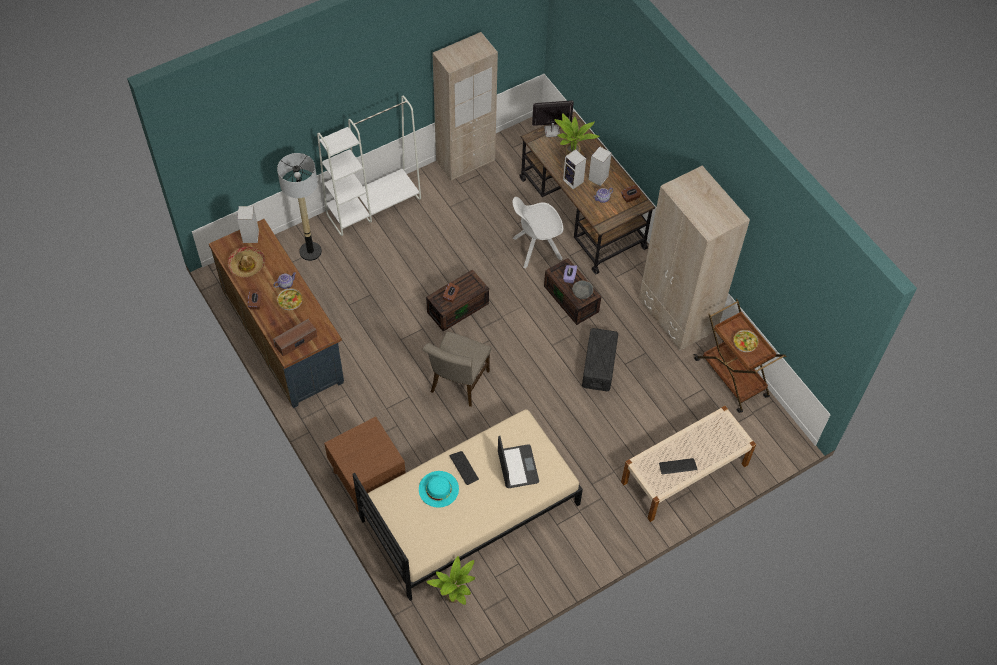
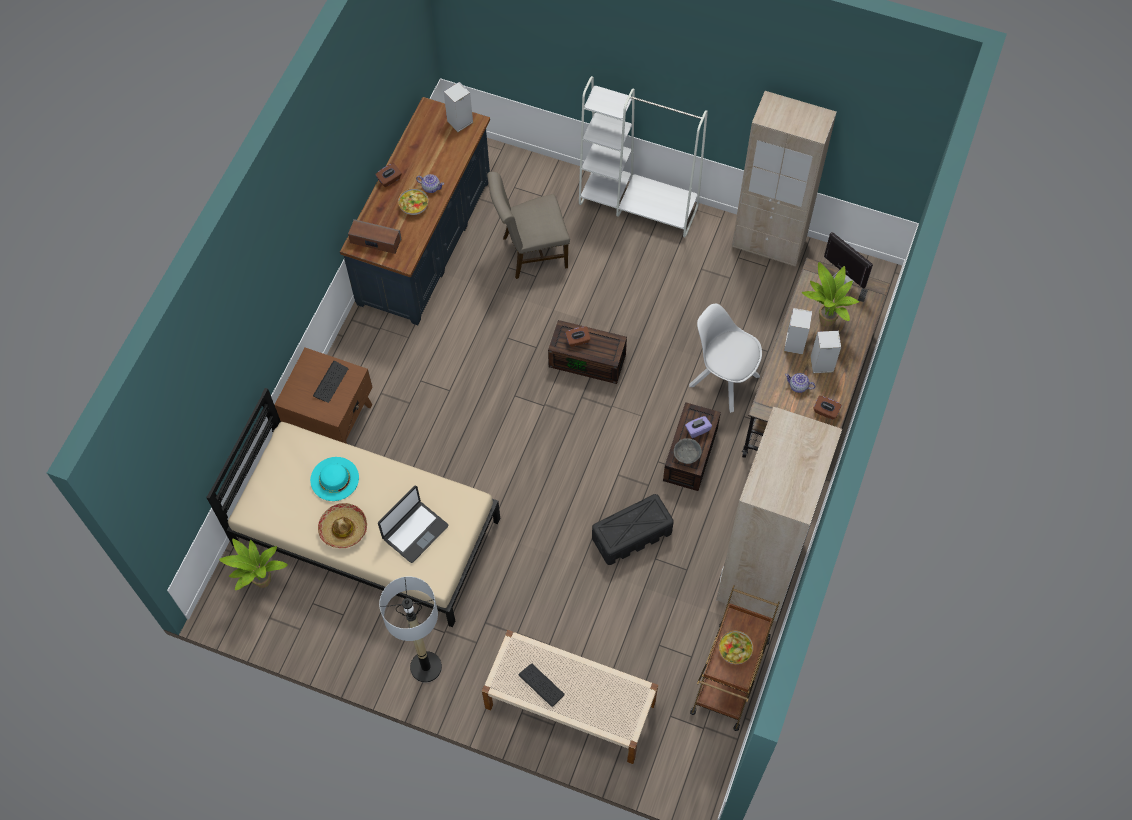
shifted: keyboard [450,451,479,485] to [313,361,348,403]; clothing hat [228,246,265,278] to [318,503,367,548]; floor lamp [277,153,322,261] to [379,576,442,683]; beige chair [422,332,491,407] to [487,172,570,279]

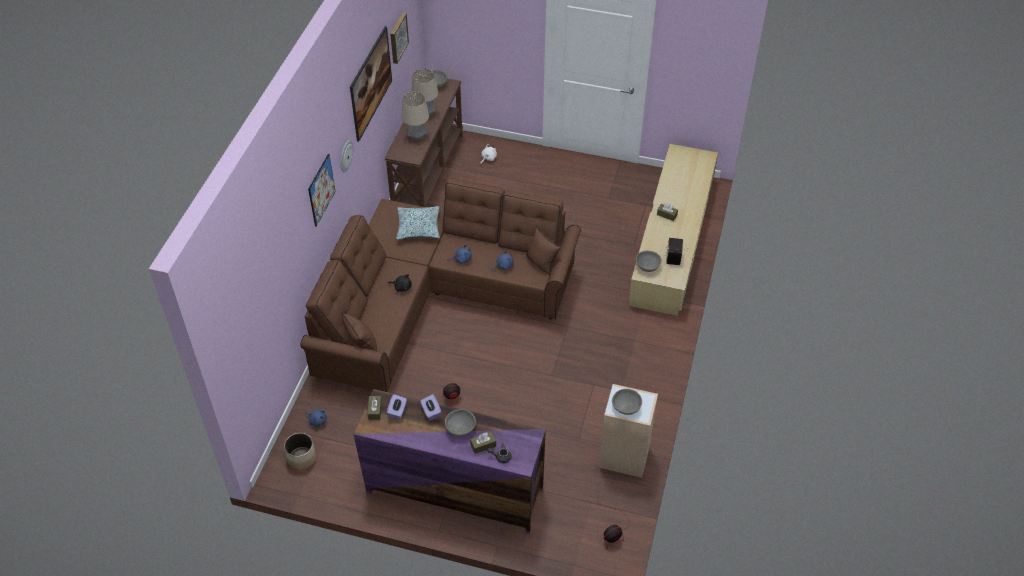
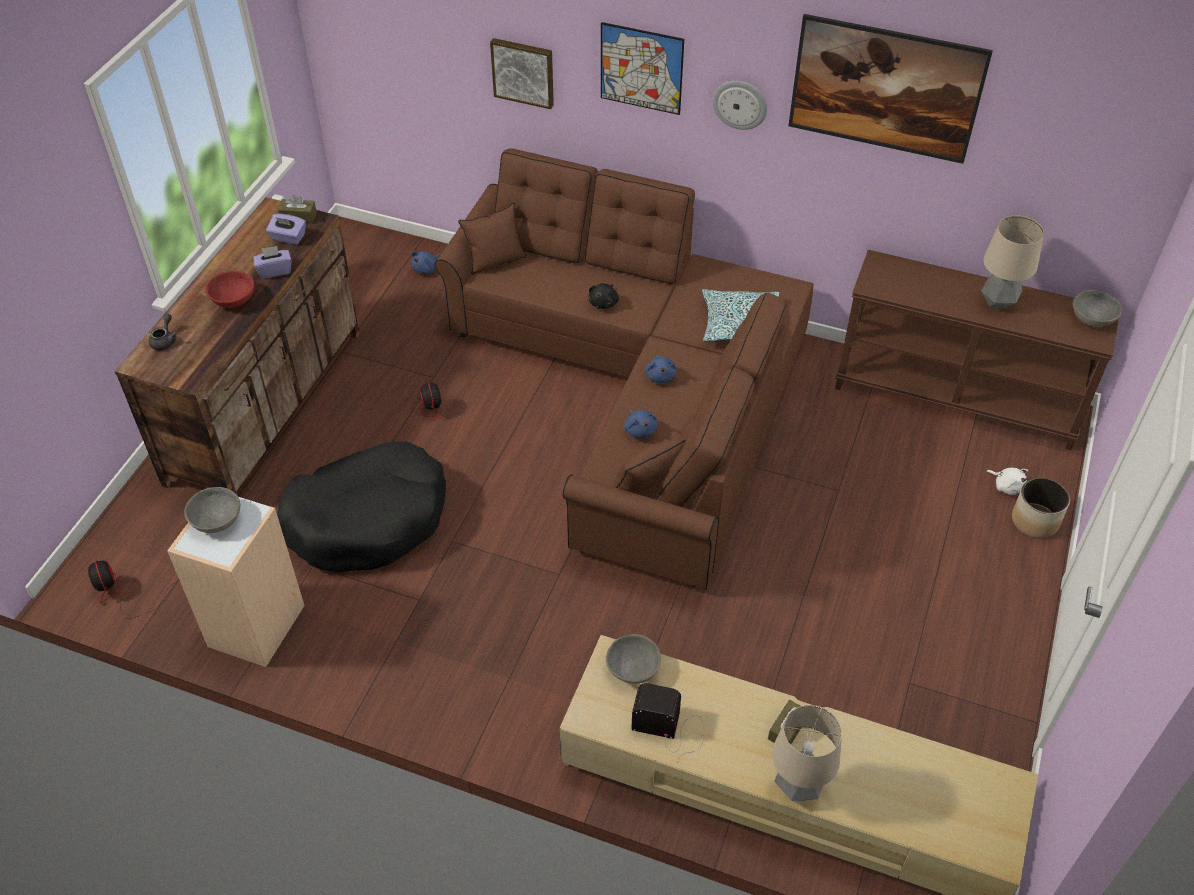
gone: brown tissue box [470,432,496,454]
new: black dog bed [277,441,446,572]
shifted: picture [390,13,409,64] to [490,38,554,109]; tabletop lamp [402,92,429,141] to [772,705,842,801]; planter [284,433,316,470] to [1012,477,1070,538]
repainted: purple-coloured storage cabinet [353,389,546,534] to brown storage cabinet [114,197,359,494]; grey bowl [445,409,476,436] to red bowl [206,271,255,308]

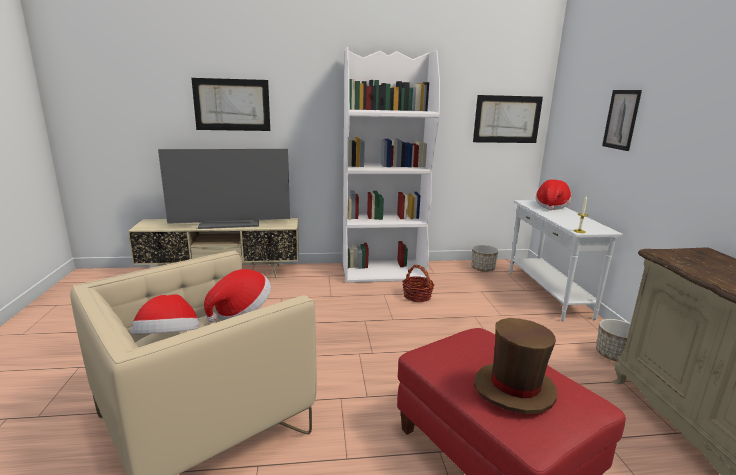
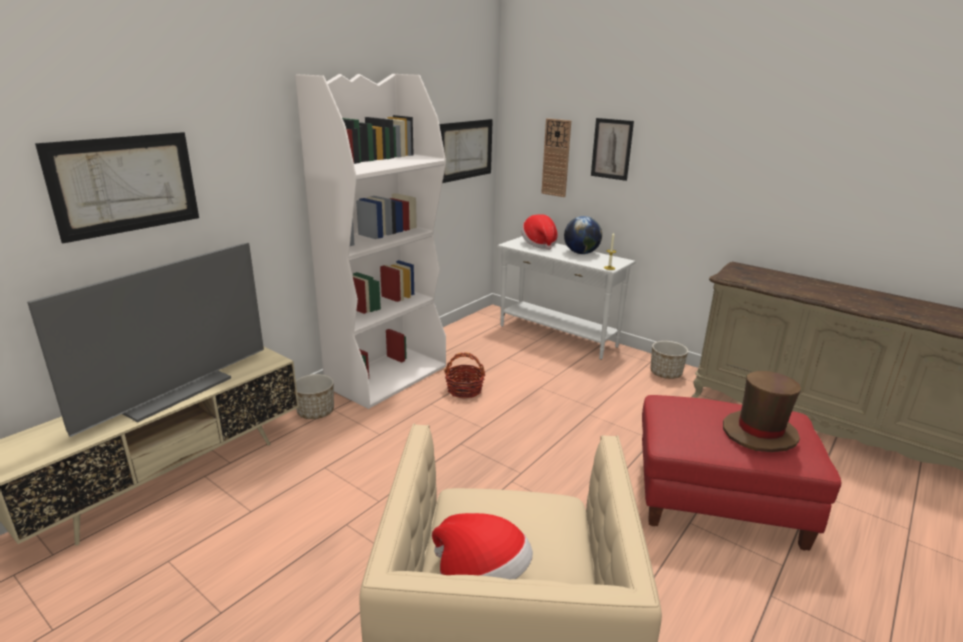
gone: clothing hat [204,269,271,323]
new: wall clock [541,118,571,197]; desk globe [564,216,602,254]
shifted: planter [472,245,498,272] to [296,374,334,419]

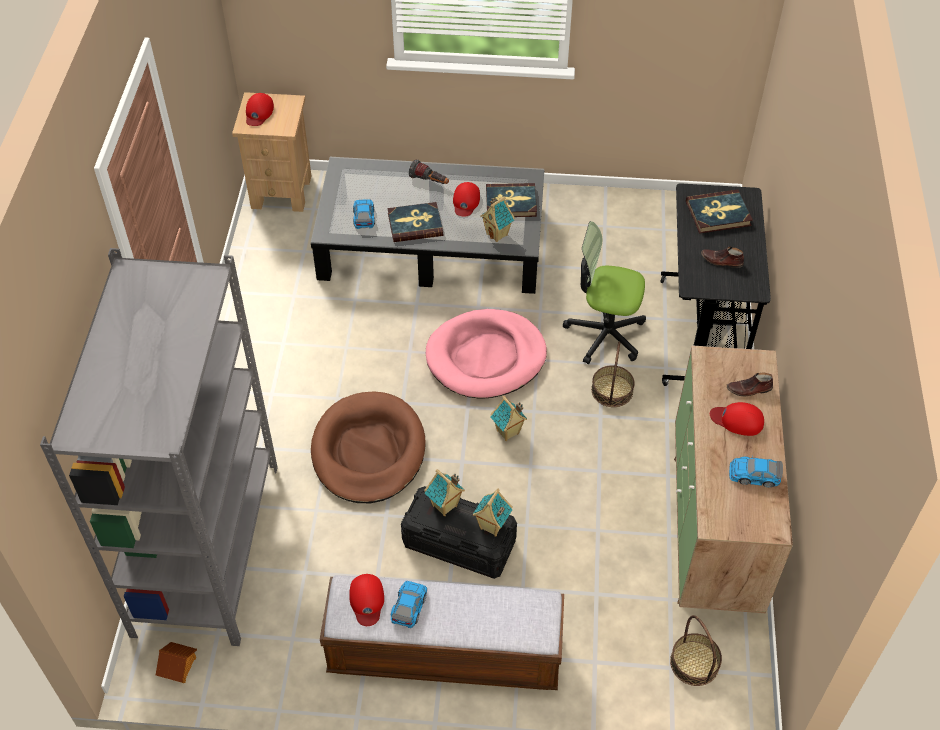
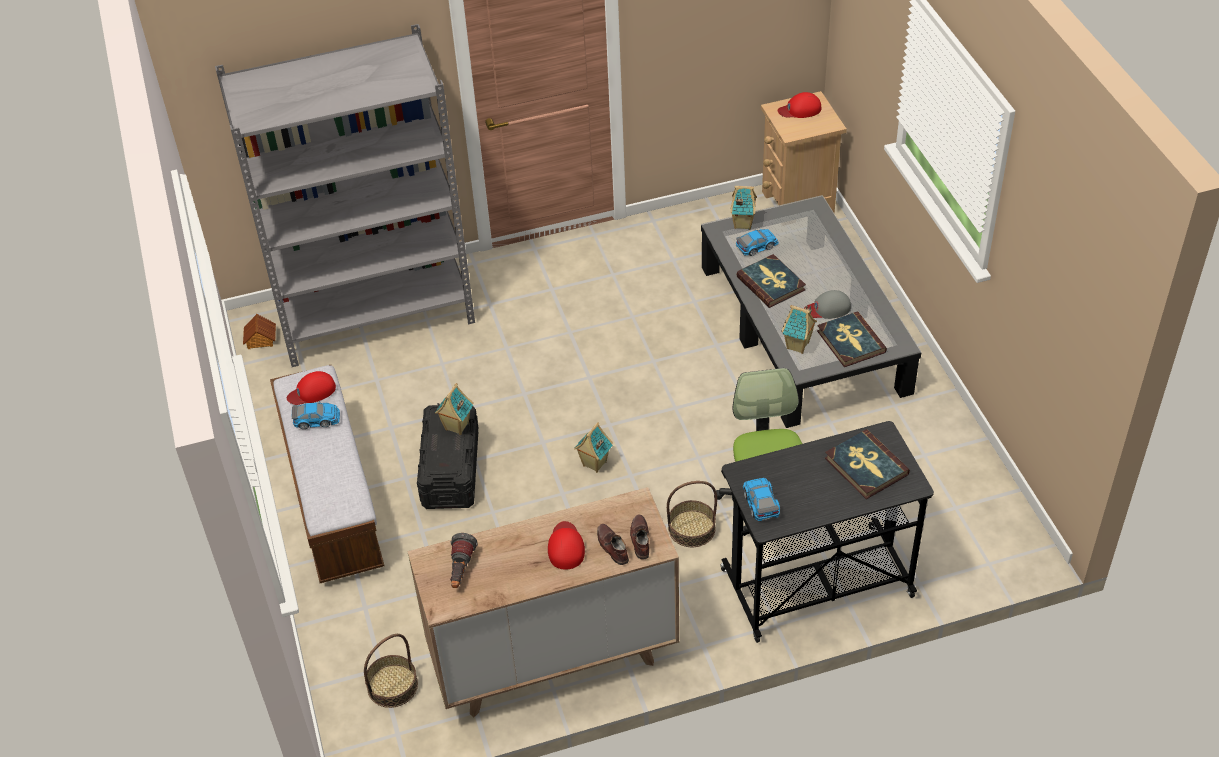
gone: brown dog bed [311,391,425,503]; pinkish dog bed [426,309,547,398]
shifted: torch [409,160,449,184] to [450,533,478,588]; brown shoe [701,247,744,268] to [630,514,649,560]; miniature house [473,488,513,537] to [730,186,757,230]; model car [729,456,783,488] to [743,478,780,521]
repainted: red peaked cap [453,182,480,216] to grey peaked cap [805,290,851,319]

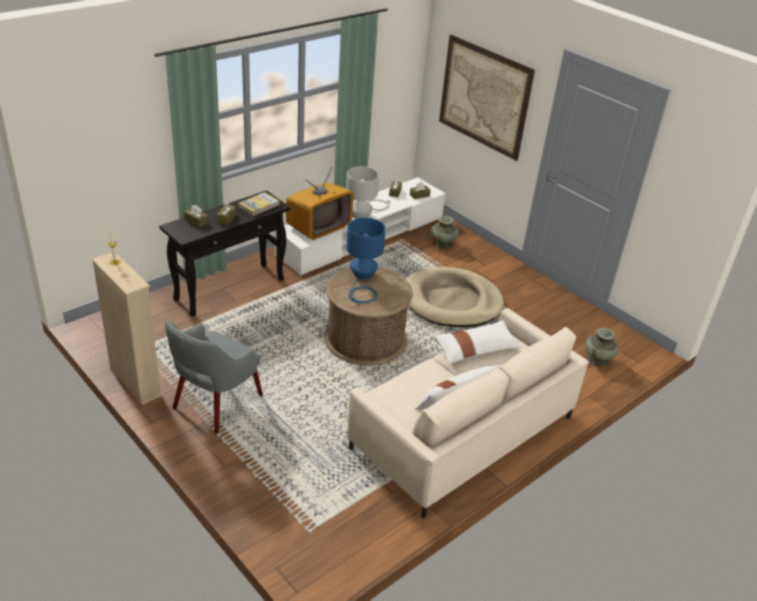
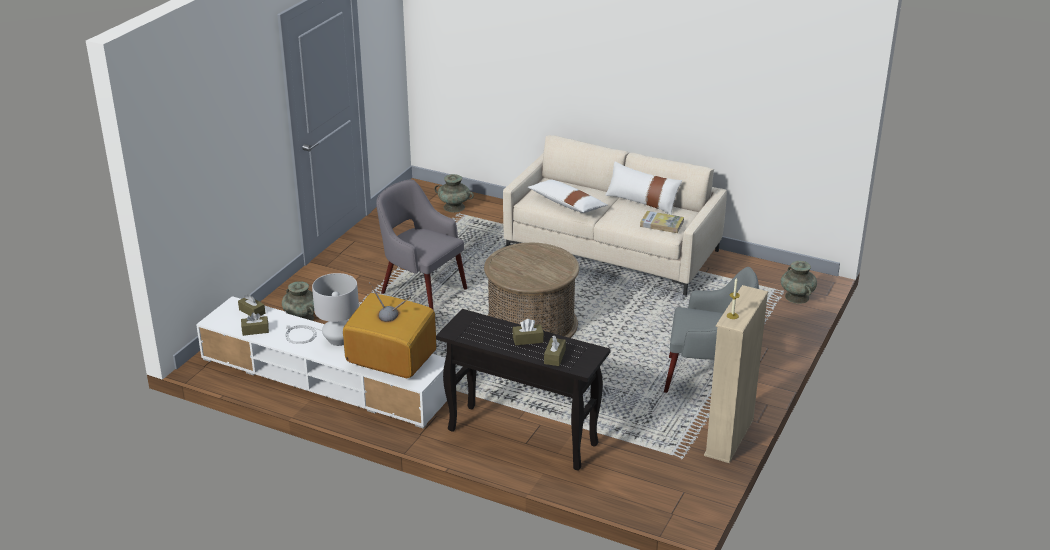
gone: blue tabletop lamp [346,218,386,304]; picture [439,35,535,161]
new: turquoise-coloured vase [781,261,817,304]
shifted: bound book [238,192,280,216] to [640,211,684,233]
swapped: beige dog bed [406,267,504,327] to grey lounge chair [376,179,467,310]

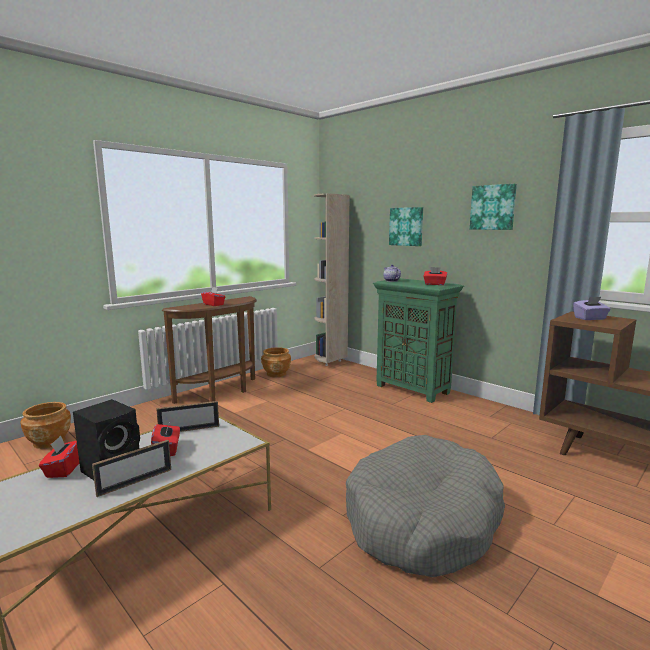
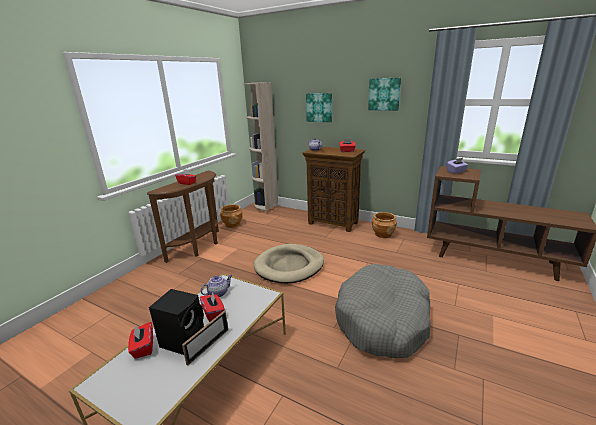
new: beige dog bed [254,244,324,283]
shifted: brown planter [20,402,71,449] to [372,212,397,238]
swapped: standing frame [156,401,219,432] to tea pot [201,275,232,297]
repainted: greenish storage cabinet [373,278,464,403] to brown storage cabinet [302,147,365,232]

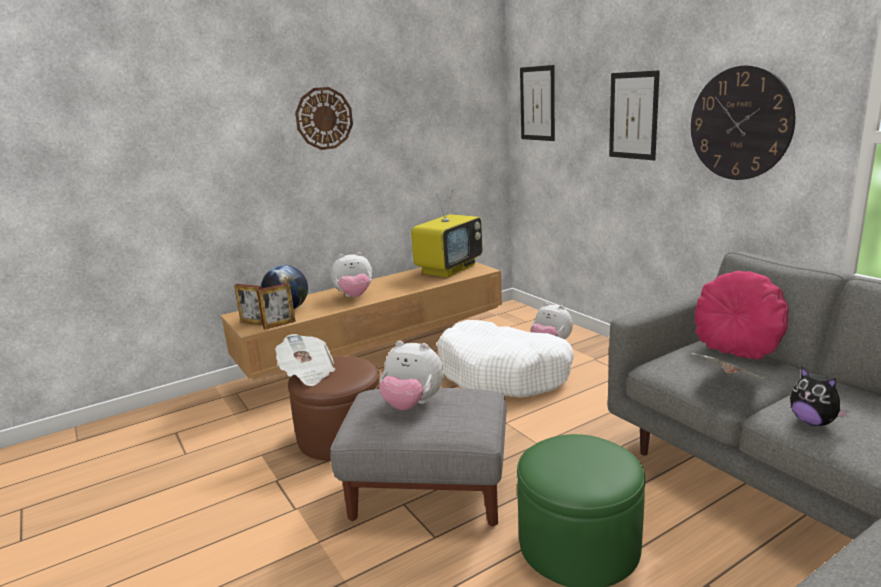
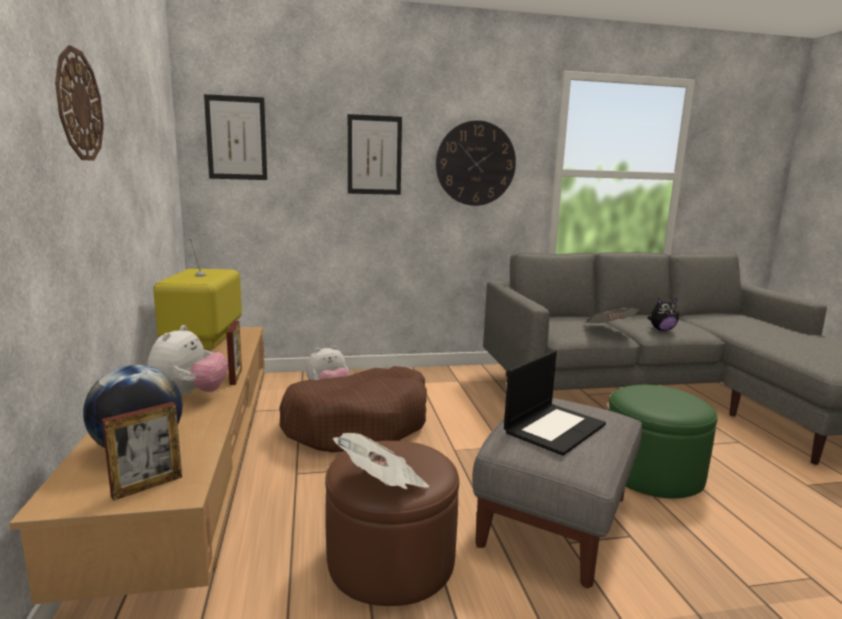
gone: pinkish cushion [695,271,788,359]
shifted: standing frame [257,283,296,329] to [226,321,242,385]
swapped: soft toy [379,341,444,410] to portable computer [504,350,606,456]
repainted: white dog bed [437,320,574,398] to brown dog bed [279,366,427,452]
rotated: television [411,189,482,277] = [153,233,242,350] 150 degrees counterclockwise

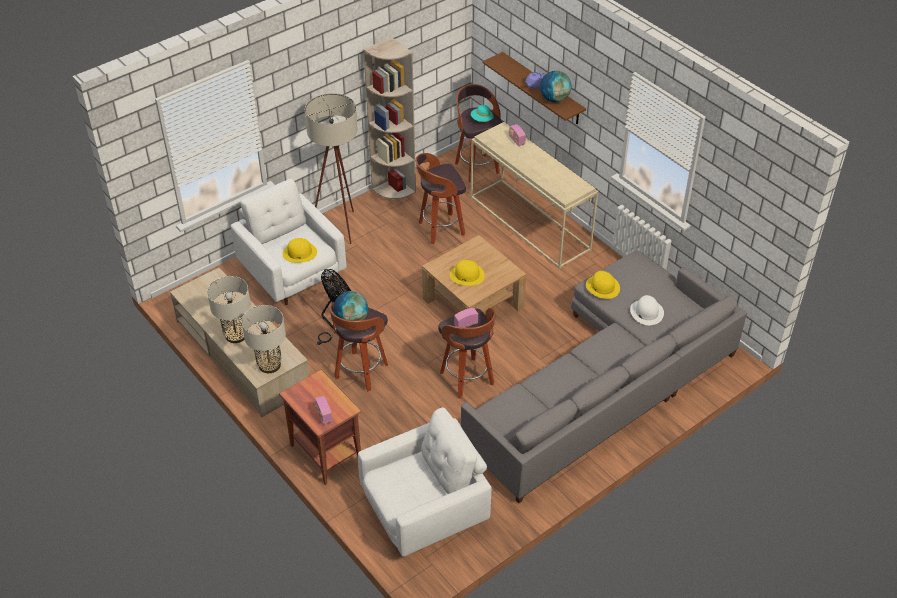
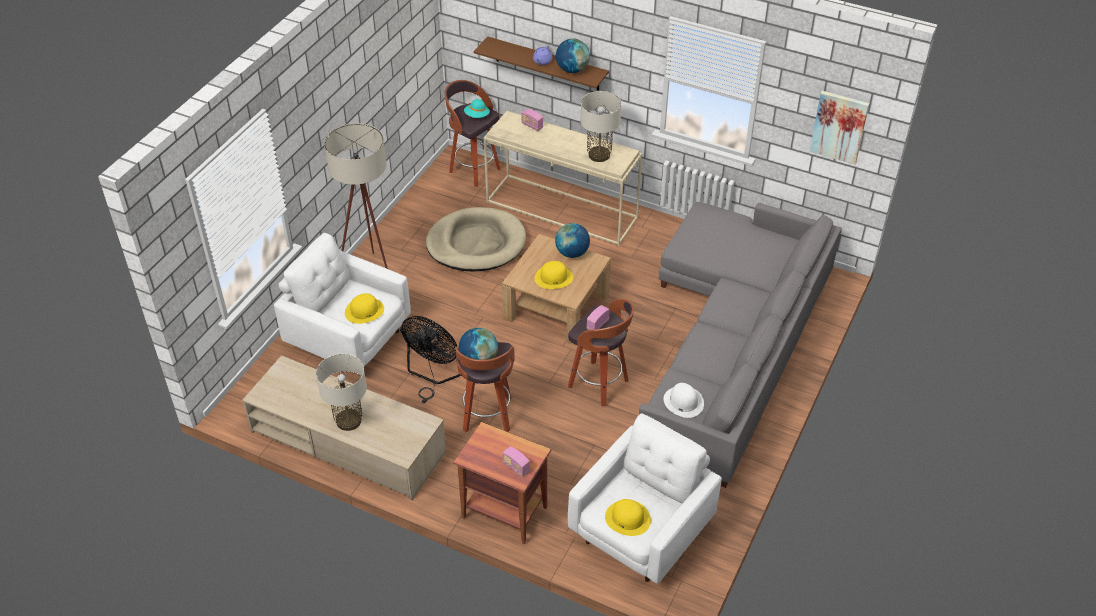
gone: beige shelving unit [363,37,416,200]
new: desk globe [555,223,590,258]; picture [810,91,869,165]
shifted: tabletop lamp [242,305,286,373] to [580,91,622,162]; yellow clothing hat [586,271,620,299] to [605,499,651,536]; white clothing hat [630,295,664,325] to [664,383,704,418]
swapped: stool seat [415,153,466,244] to beige dog bed [426,207,526,271]

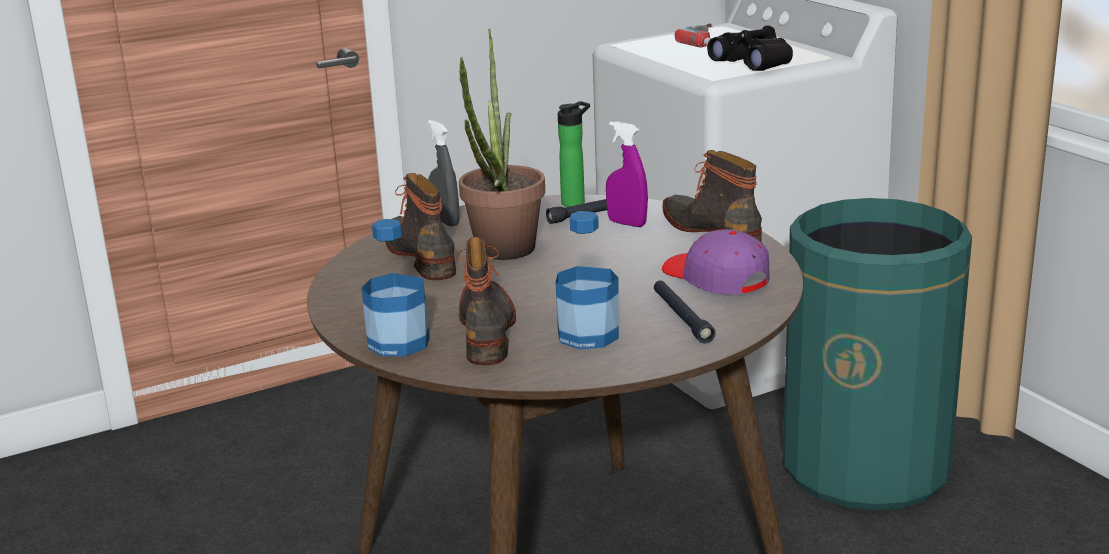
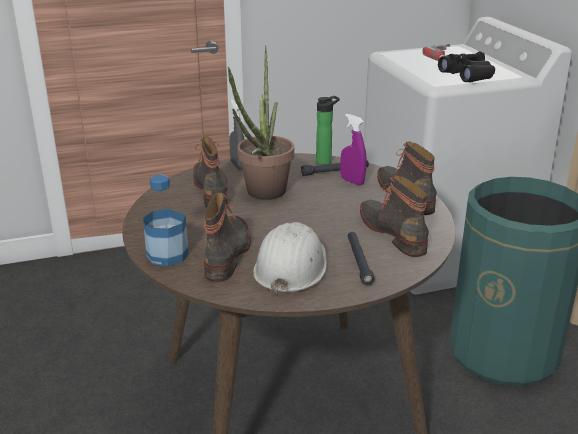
swapped: bottle [556,211,619,349] to white work helmet [253,222,327,295]; purple-coloured peaked cap [662,229,770,294] to high-top boot [360,175,429,257]

